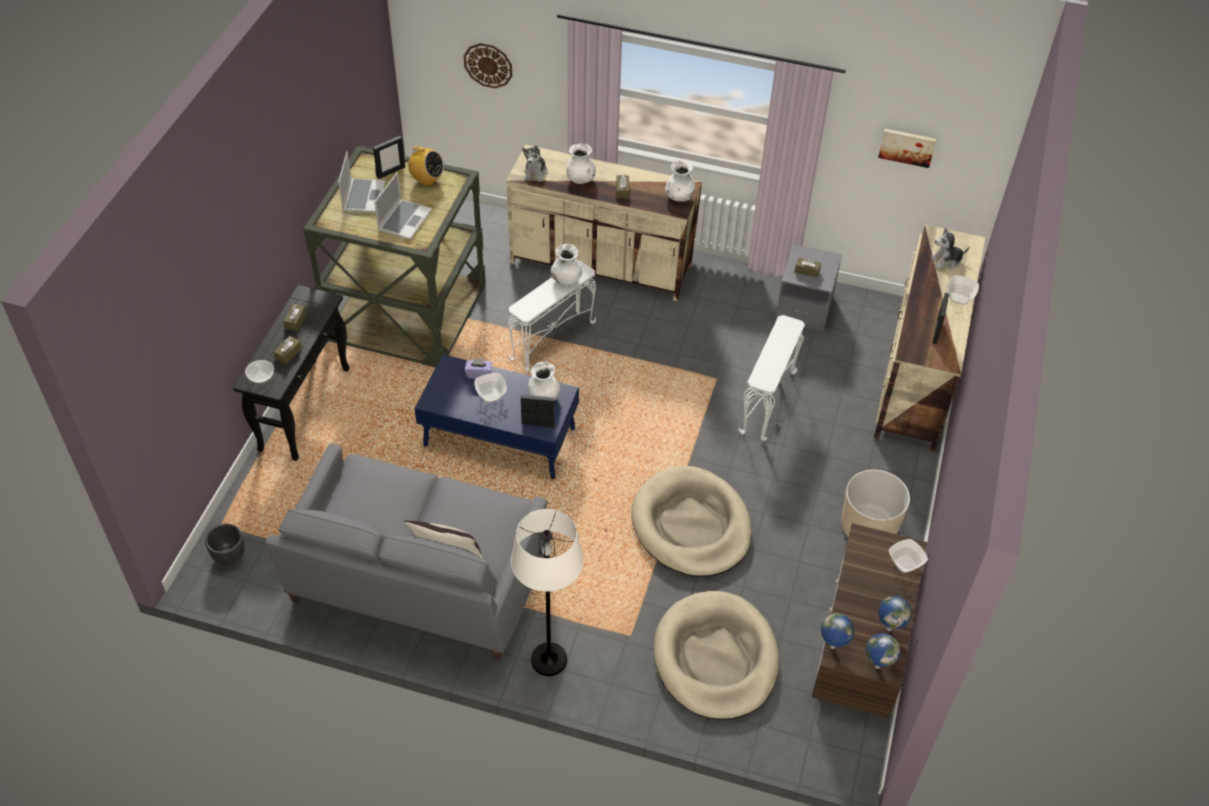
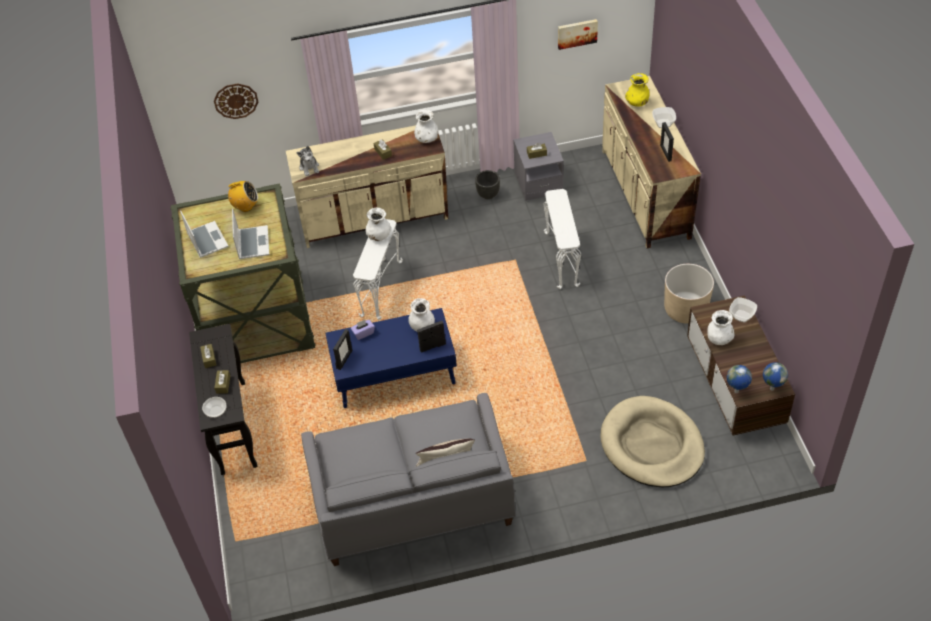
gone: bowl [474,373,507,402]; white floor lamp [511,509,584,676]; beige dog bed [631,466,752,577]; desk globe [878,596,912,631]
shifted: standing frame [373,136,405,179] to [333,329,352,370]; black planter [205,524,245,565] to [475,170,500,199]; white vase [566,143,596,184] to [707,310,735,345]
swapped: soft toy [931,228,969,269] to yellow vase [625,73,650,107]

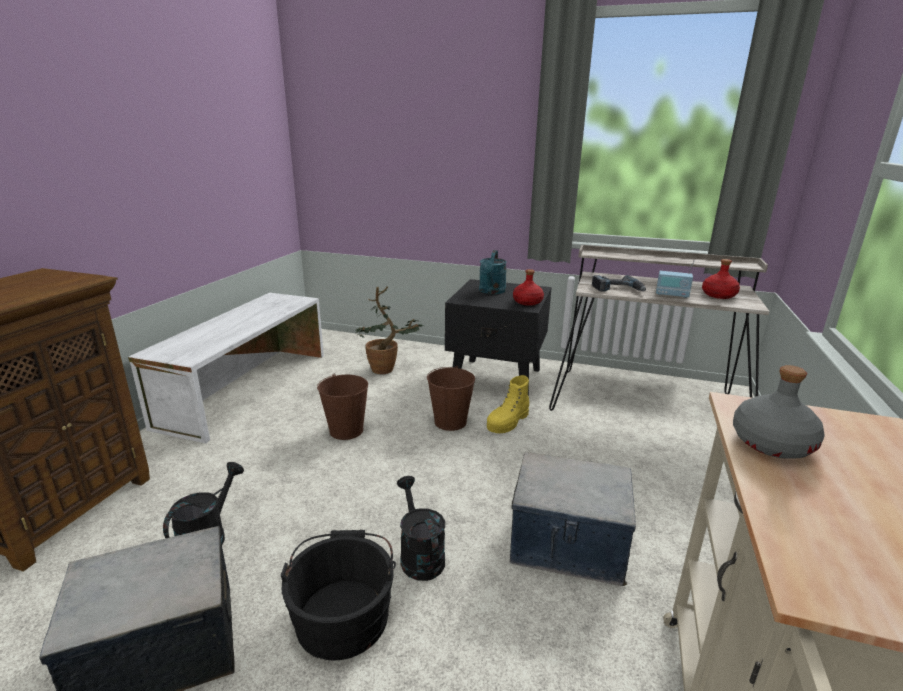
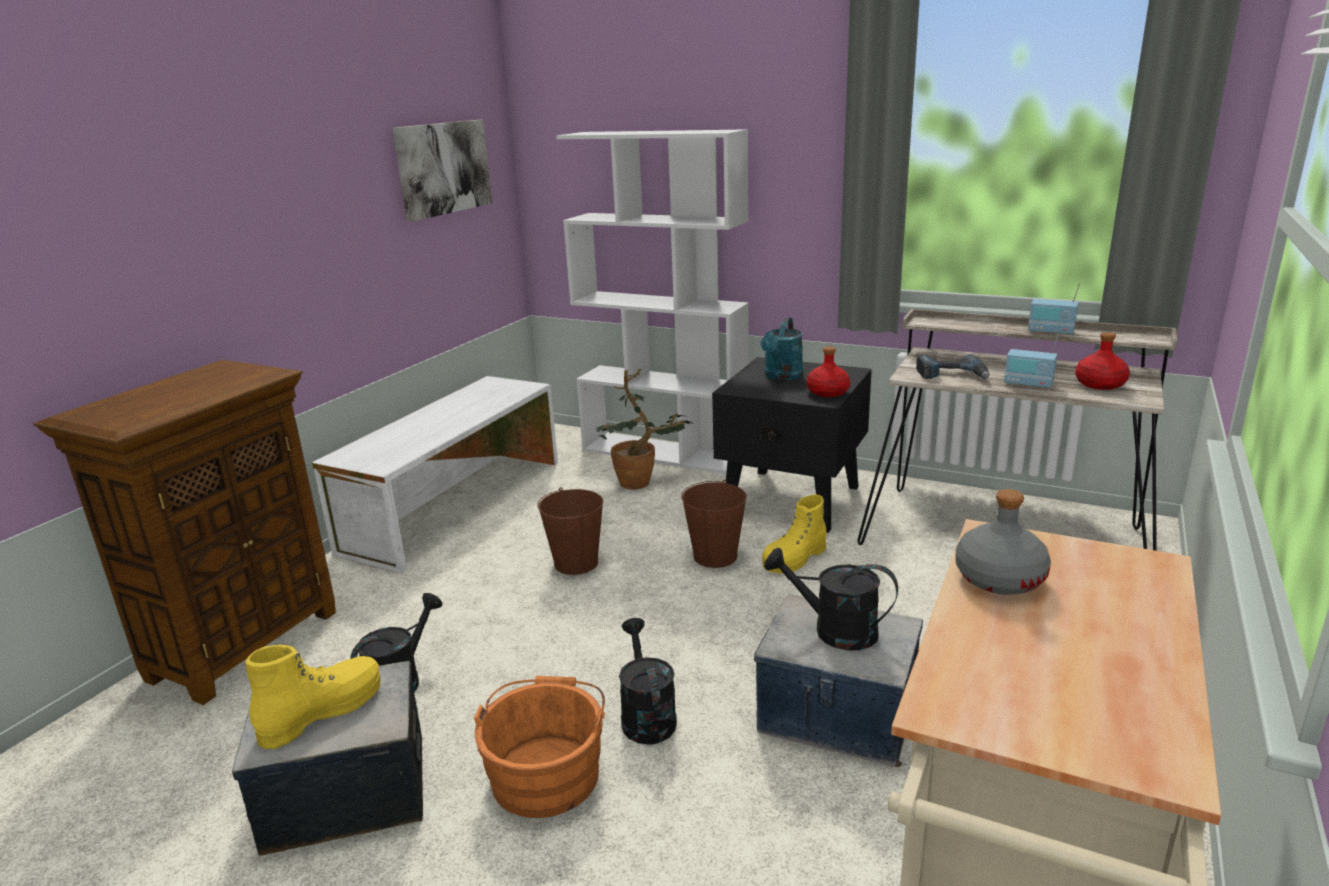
new: yellow high-top boot [245,645,380,749]; picture [392,120,492,222]; white shelving unit [556,129,749,474]; black sprinkling can [764,548,898,650]; radio [1028,283,1080,335]
repainted: black water bucket [281,530,396,661] to orange water bucket [474,676,605,818]

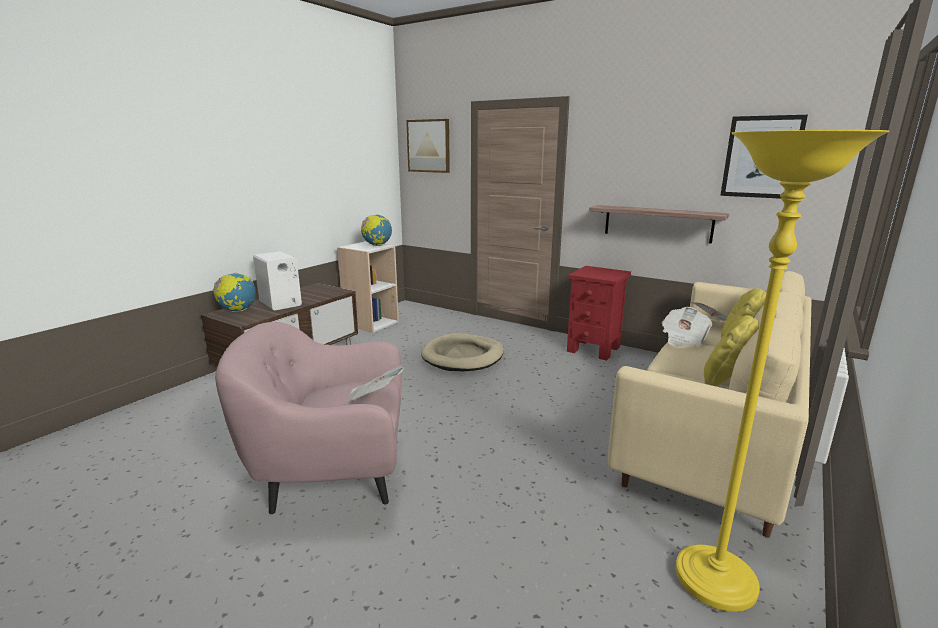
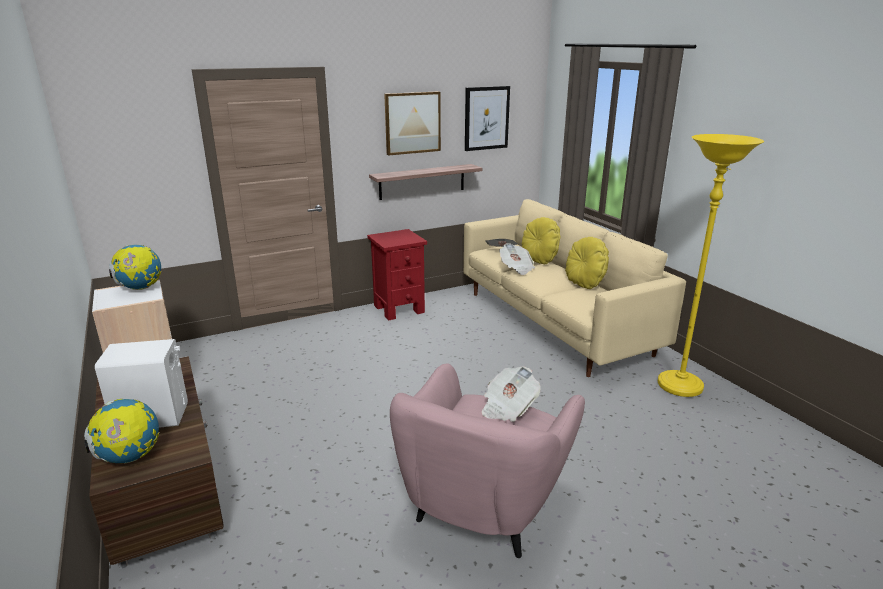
gone: beige dog bed [421,333,504,371]
shifted: picture [406,119,450,173] to [384,91,441,156]

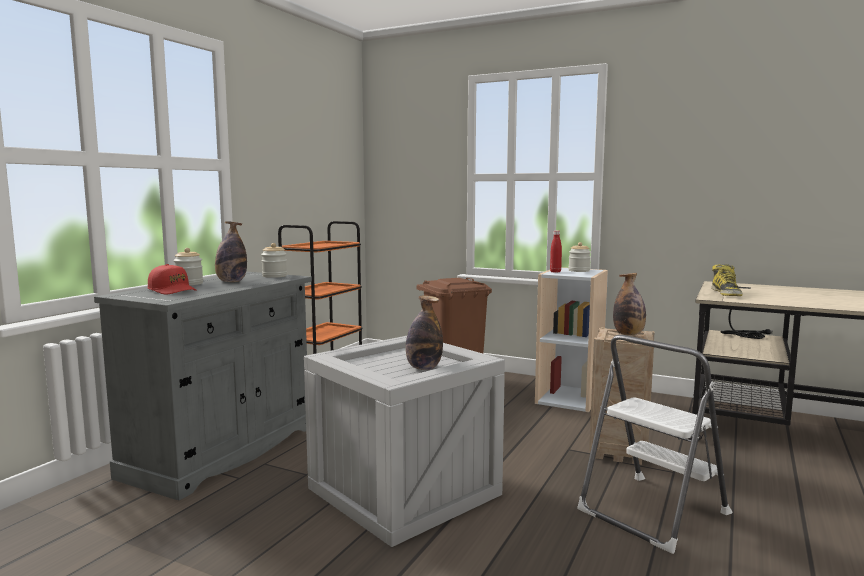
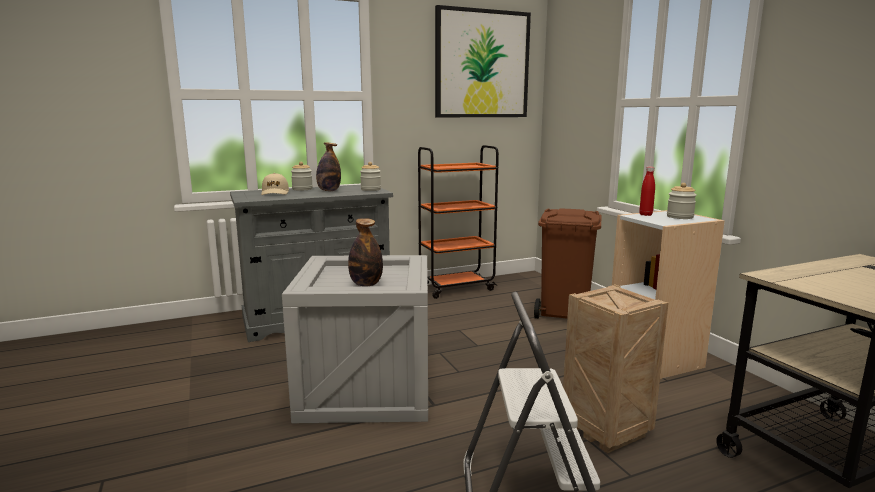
gone: bottle [613,273,646,335]; high-top boot [711,264,742,296]
new: picture [435,5,531,117]
repainted: red peaked cap [148,264,196,294] to beige peaked cap [261,173,289,195]

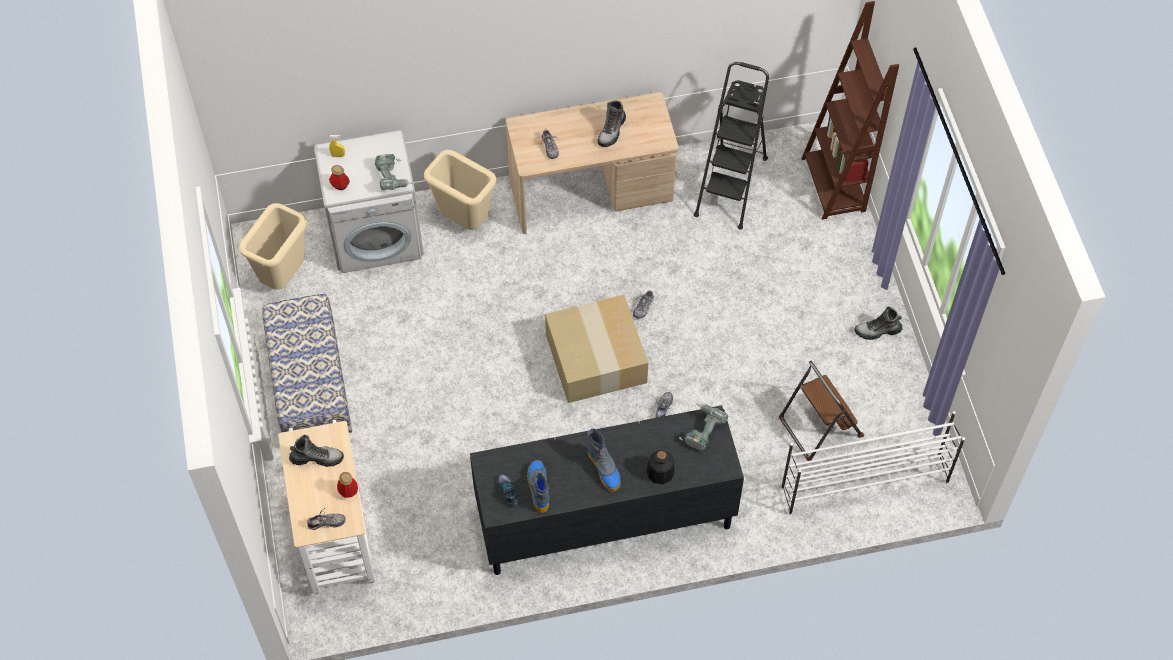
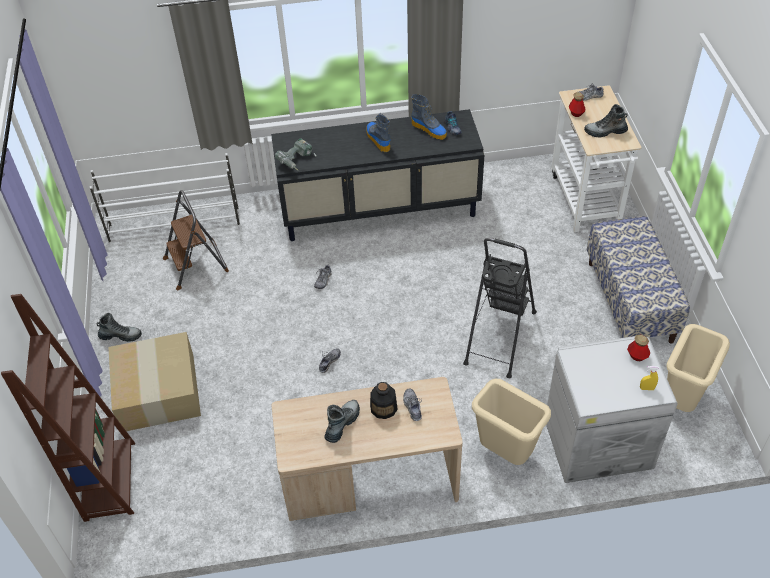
gone: power drill [375,154,414,190]
shifted: carton [545,295,648,403] to [108,332,201,431]; bottle [647,450,674,484] to [370,382,398,419]; step stool [694,62,769,230] to [463,238,537,379]
rotated: high-top boot [527,460,550,513] = [411,94,447,140] 45 degrees counterclockwise

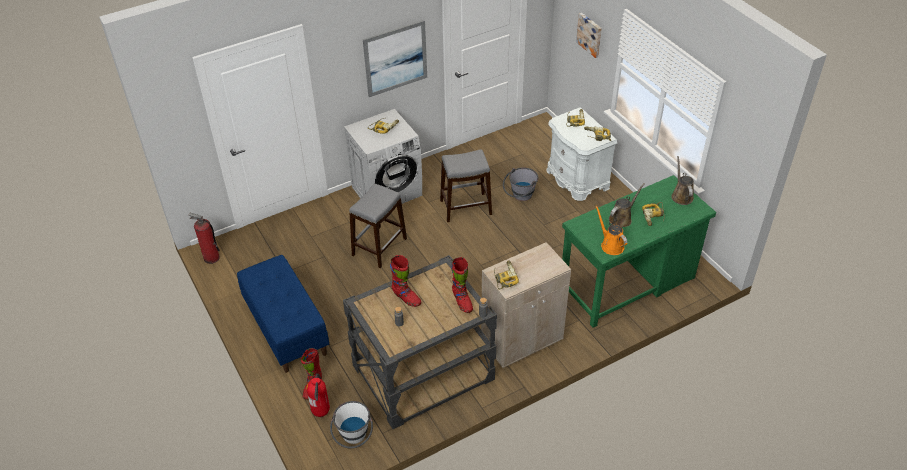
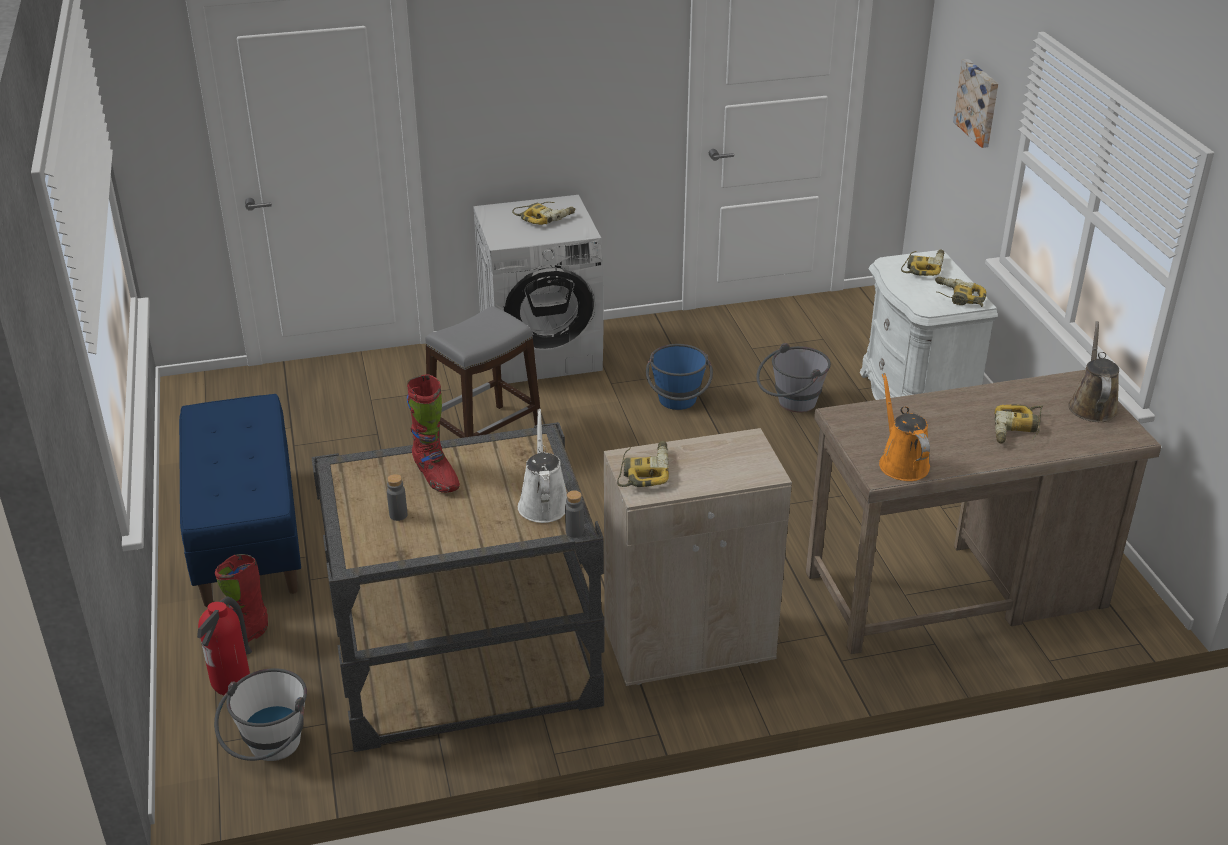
gone: extinguisher [189,213,220,264]; picture [363,20,427,97]; brown sprinkling can [609,183,645,227]
swapped: red high-top boot [451,257,473,313] to white sprinkling can [518,409,567,523]; grey stool seat [440,149,492,222] to blue water bucket [646,344,713,410]
repainted: greenish desk [562,175,716,328] to brown desk [806,370,1161,654]

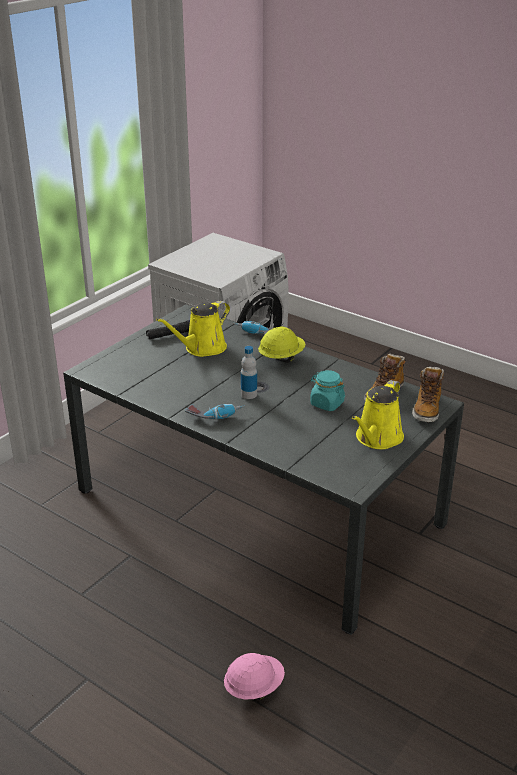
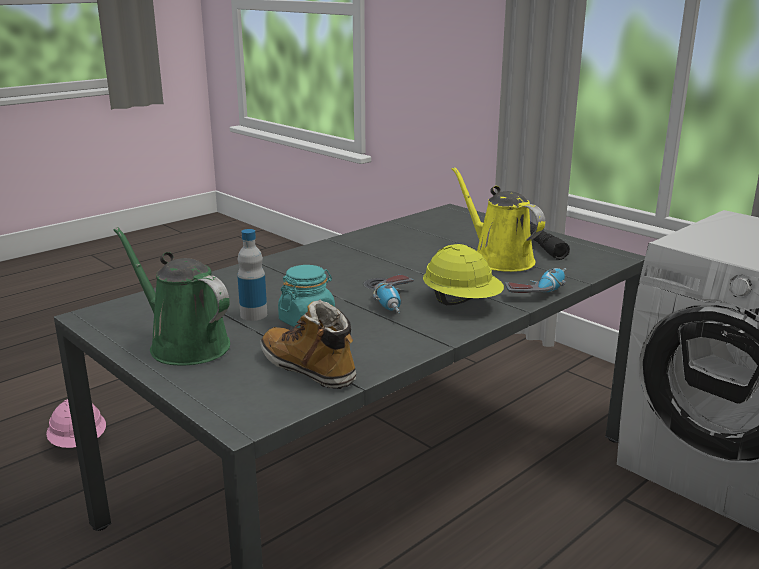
gone: high-top boot [412,367,444,423]
shifted: bottle [241,346,257,399] to [237,229,267,321]; power drill [185,404,246,419] to [373,275,414,313]
repainted: yellow sprinkling can [352,380,404,449] to greenish sprinkling can [114,227,230,365]

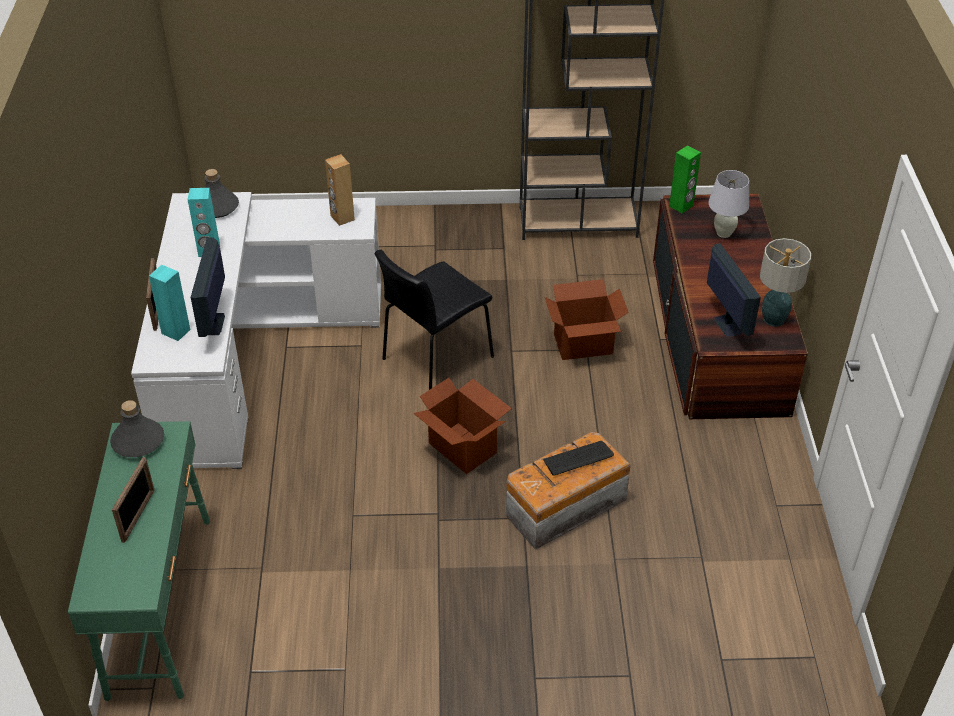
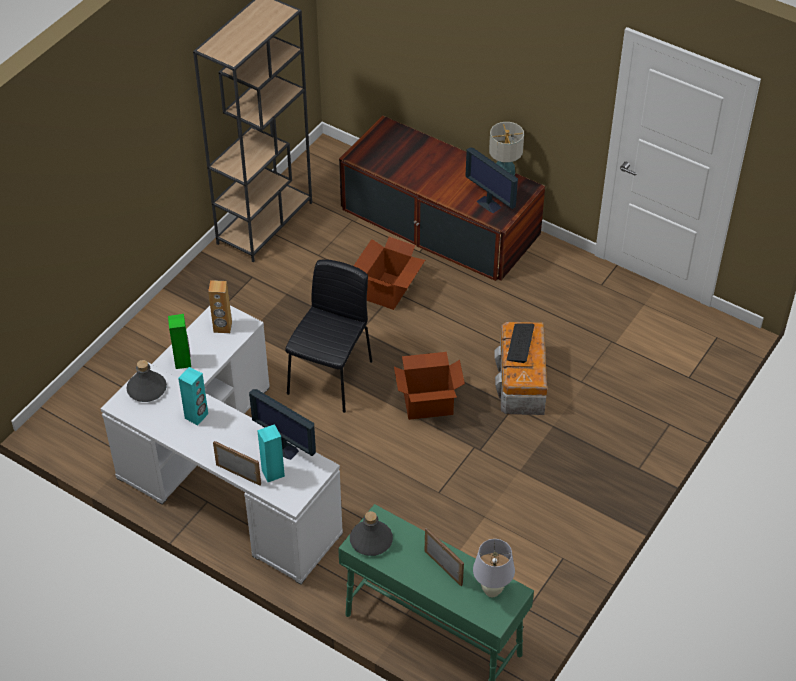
shifted: greenish audio speaker [669,146,701,213] to [168,314,191,369]; white tabletop lamp [708,170,749,238] to [473,539,515,598]
rotated: black chair [374,250,494,390] = [285,259,372,413] 150 degrees counterclockwise; computer display [707,243,761,337] = [465,147,518,213] 150 degrees counterclockwise

